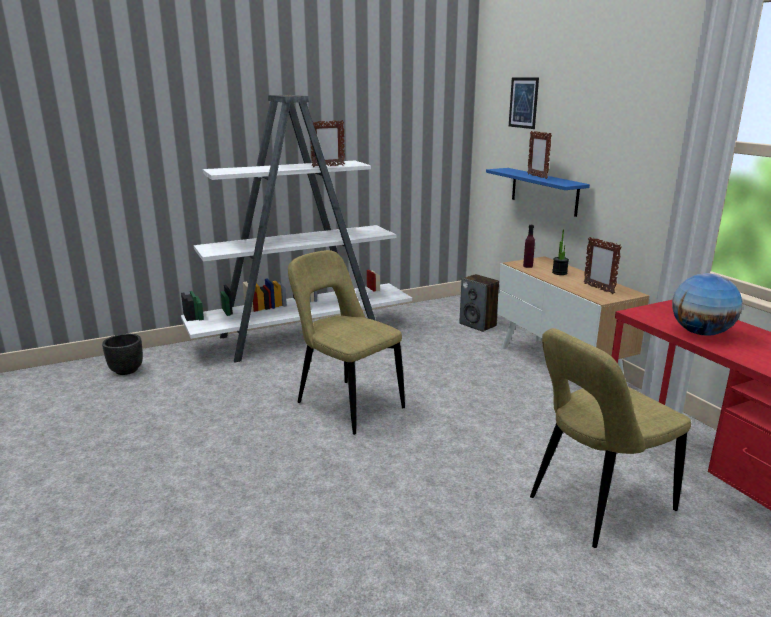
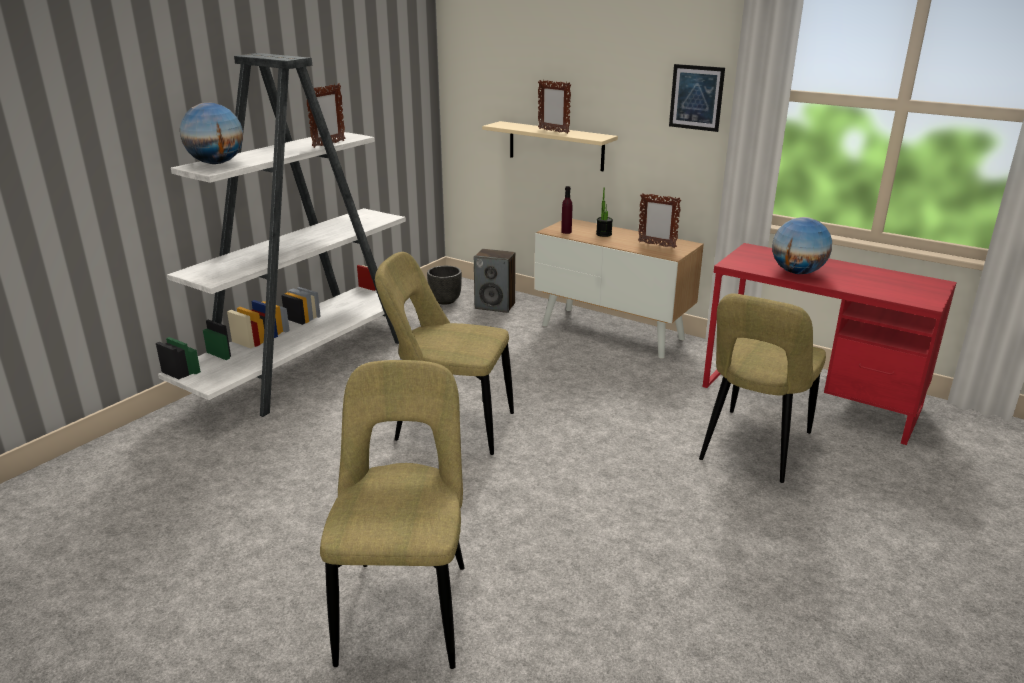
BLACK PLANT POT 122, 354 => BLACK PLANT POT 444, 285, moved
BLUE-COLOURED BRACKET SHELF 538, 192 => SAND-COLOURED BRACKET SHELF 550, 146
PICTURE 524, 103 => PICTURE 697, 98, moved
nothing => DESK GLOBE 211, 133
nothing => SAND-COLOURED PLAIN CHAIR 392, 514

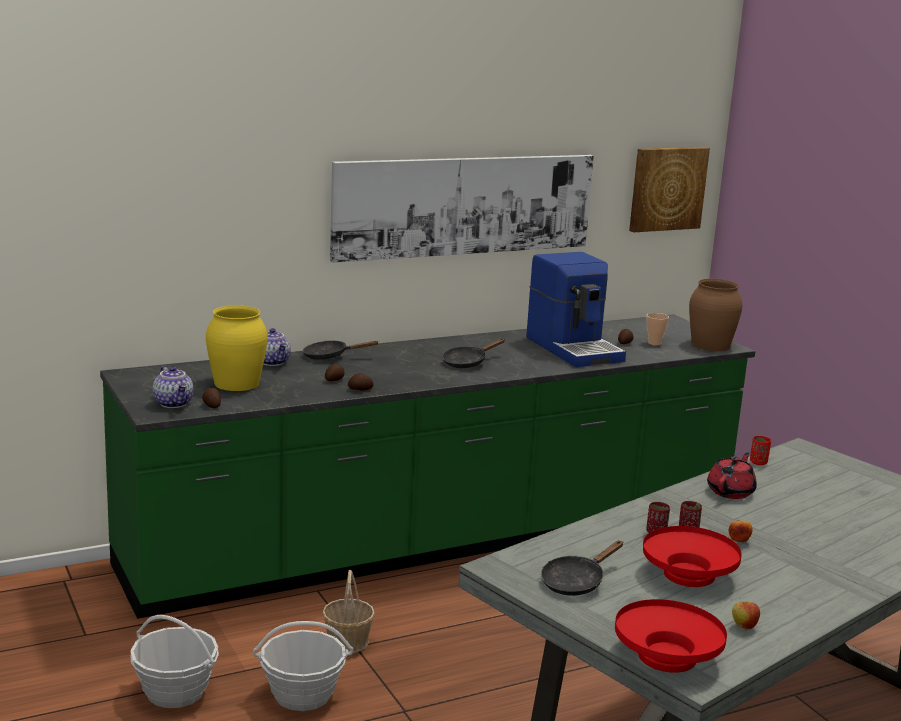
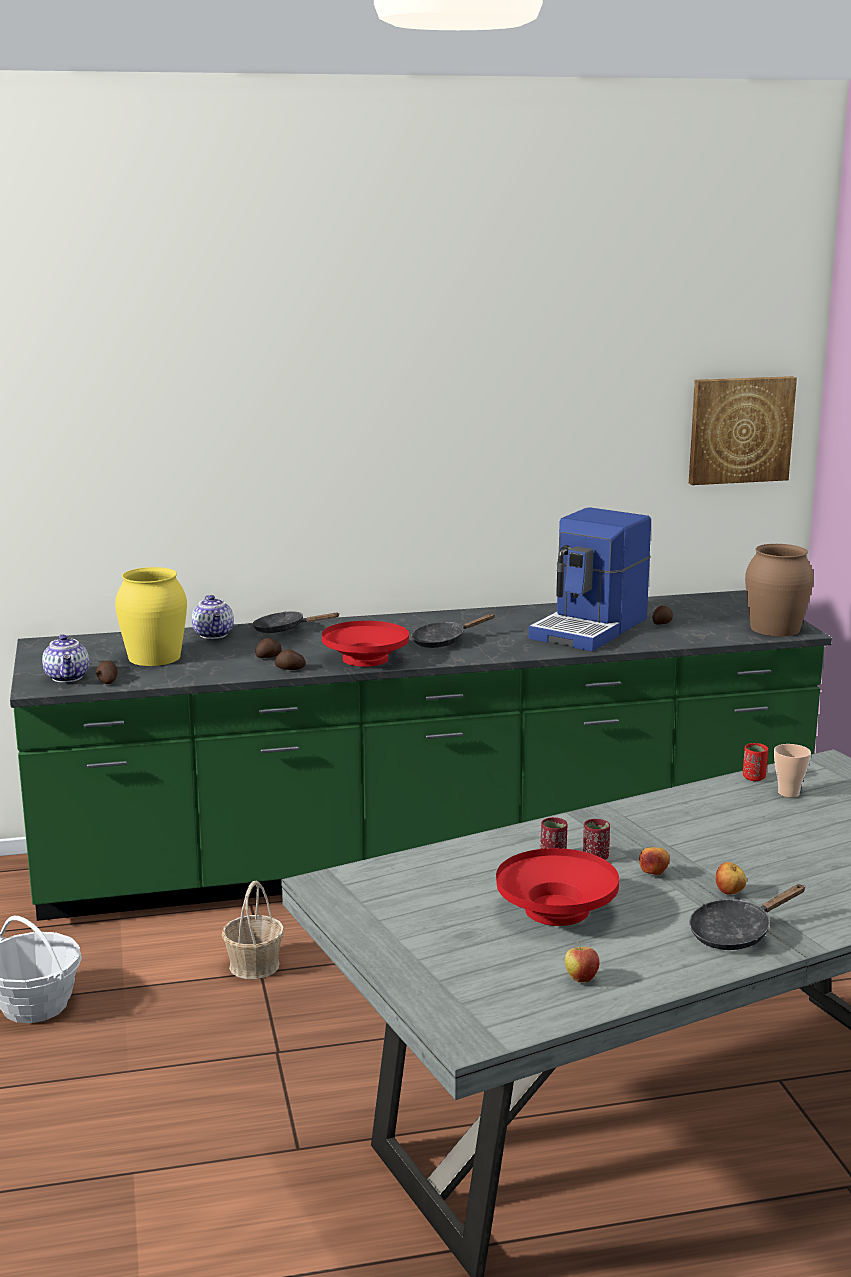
STORAGE BASKET 303, 666 => nothing
PICTURE 462, 209 => nothing
COFFEE MAKER 576, 309 => COFFEE MAKER 590, 579, 45 degrees clockwise
BLACK PAN 582, 568 => BLACK PAN 747, 917, moved
RED DEEP DISH 671, 636 => RED DEEP DISH 365, 644, moved
SMALL CUP 657, 329 => SMALL CUP 792, 770, moved
RED POT FOR TEA 732, 476 => nothing
nothing => APPLE FRUIT 731, 878

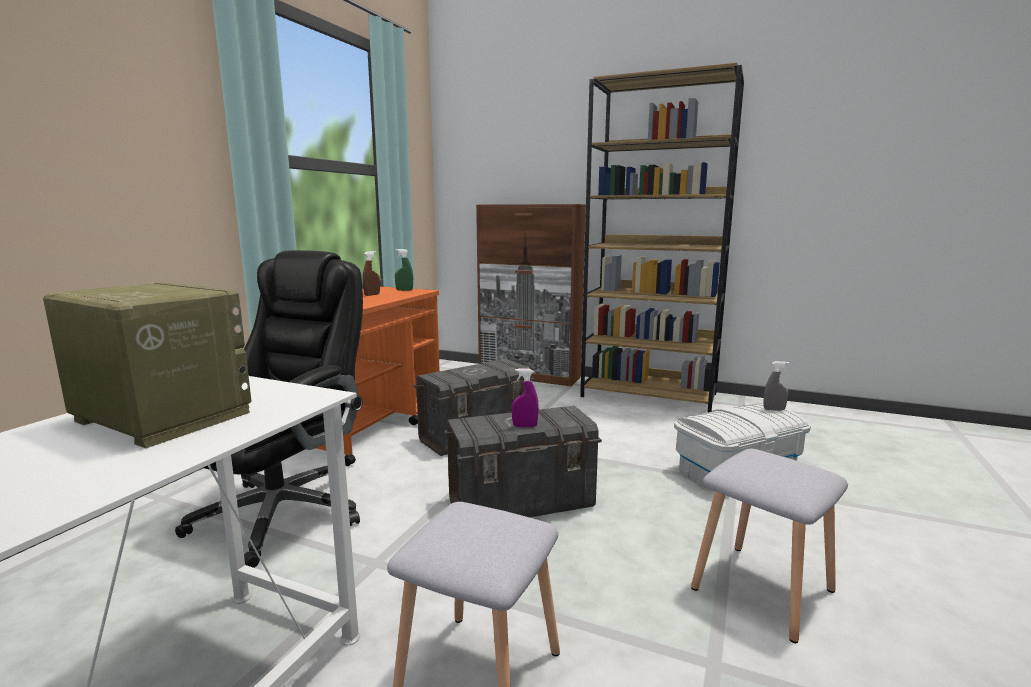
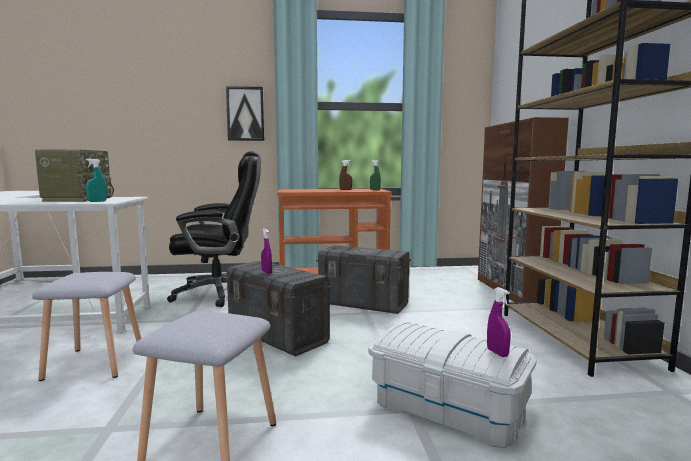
GREY HAND SPRAYER 776, 386 => PURPLE-COLOURED HAND SPRAYER 499, 322
nothing => BLUE-GREEN HAND SPRAYER 96, 180
nothing => PICTURE 245, 113

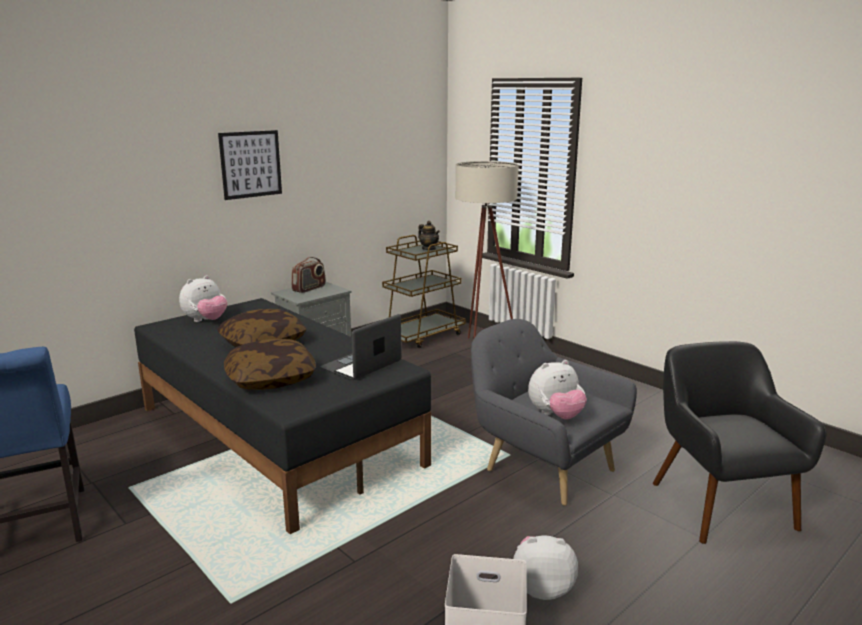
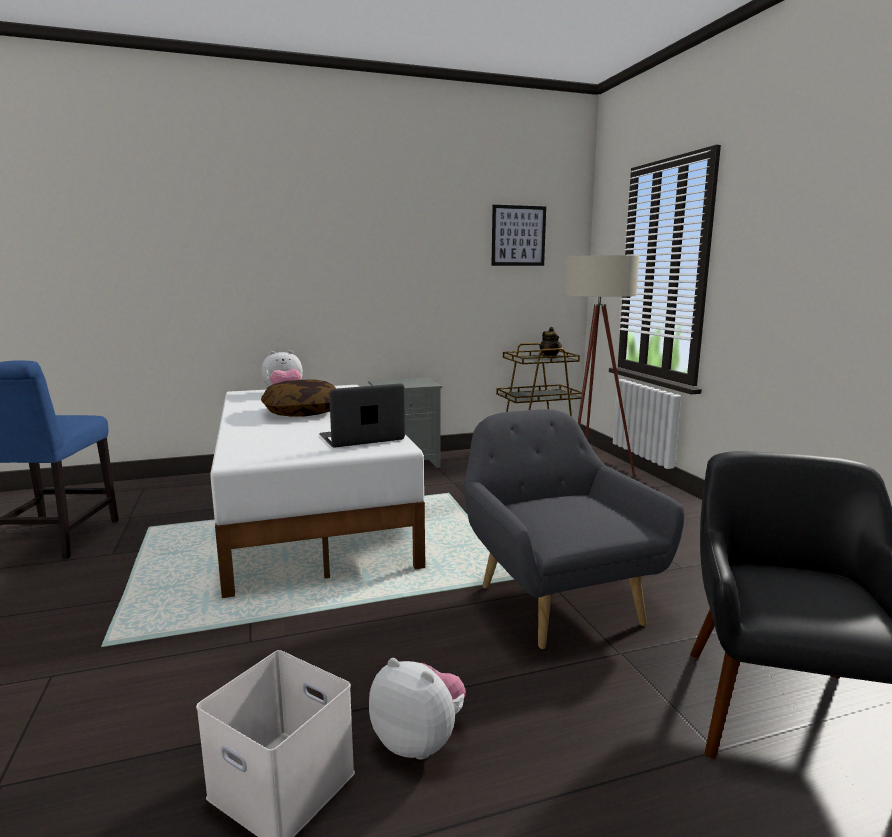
BLACK SLEEPING BED 282, 416 => WHITE-COLOURED SLEEPING BED 317, 491
PICTURE 250, 165 => PICTURE 518, 235, moved
THROW PILLOW 270, 364 => nothing
RADIO RECEIVER 308, 275 => nothing
SOFT TOY 557, 389 => nothing

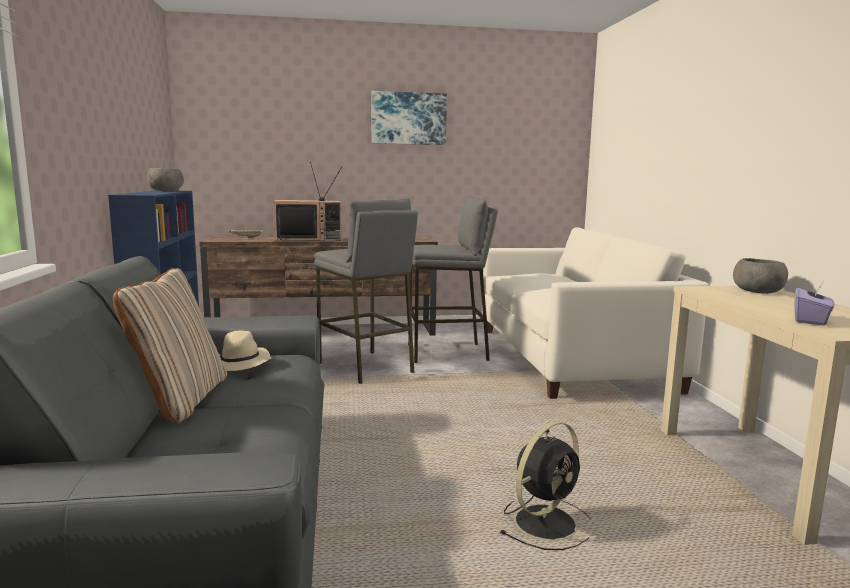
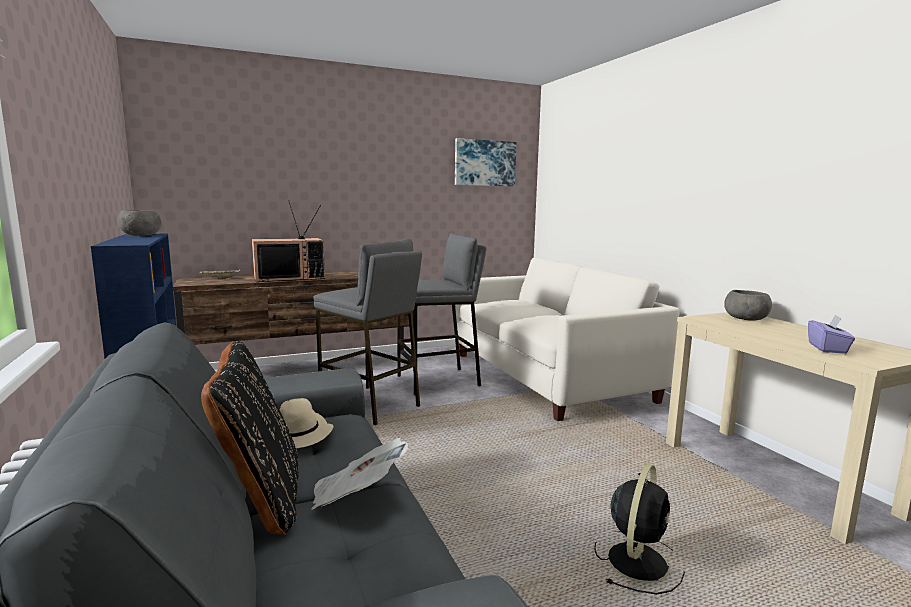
SAND-COLOURED THROW PILLOW 170, 345 => BLACK THROW PILLOW 250, 438
PICTURE 409, 118 => PICTURE 485, 162, moved
nothing => NEWSPAPER 359, 474

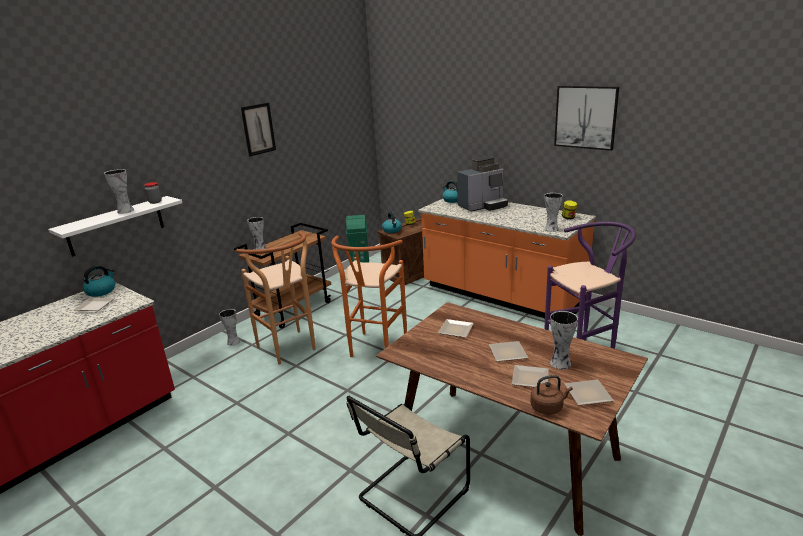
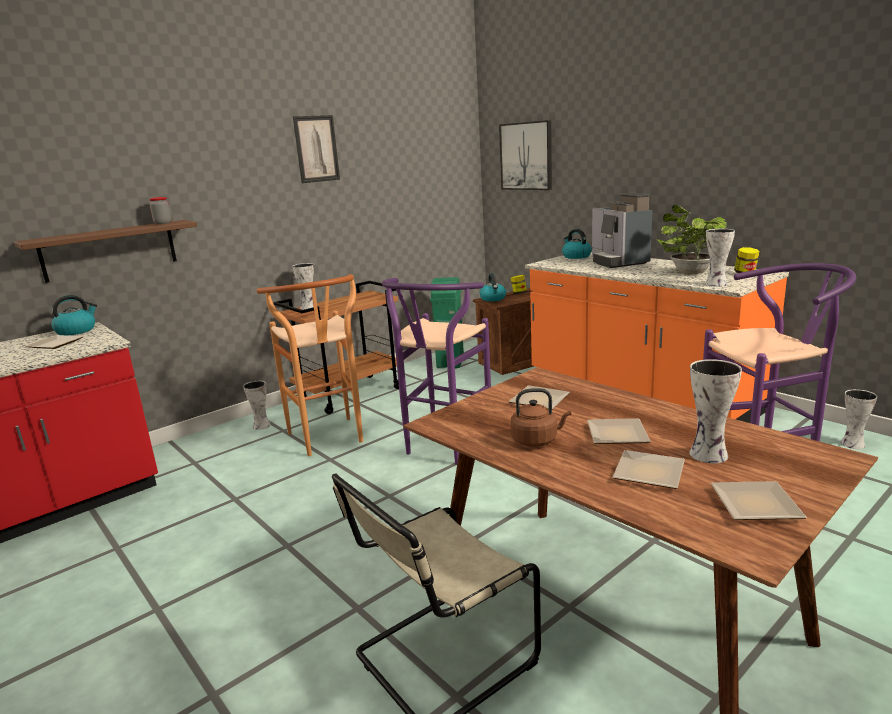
WHITE-COLOURED BRACKET SHELF 115, 226 => BROWN BRACKET SHELF 105, 251
FLOWER VASE 119, 191 => FLOWER VASE 859, 419, moved
ORANGE-COLOURED STOOL SEAT 369, 299 => PURPLE-COLOURED STOOL SEAT 436, 371
COFFEE MAKER 482, 184 => COFFEE MAKER 622, 230, 90 degrees clockwise
BROWN TEA KETTLE 551, 395 => BROWN TEA KETTLE 541, 417, moved
PICTURE 586, 118 => PICTURE 525, 155, moved
nothing => PLANT IN A POT 691, 239

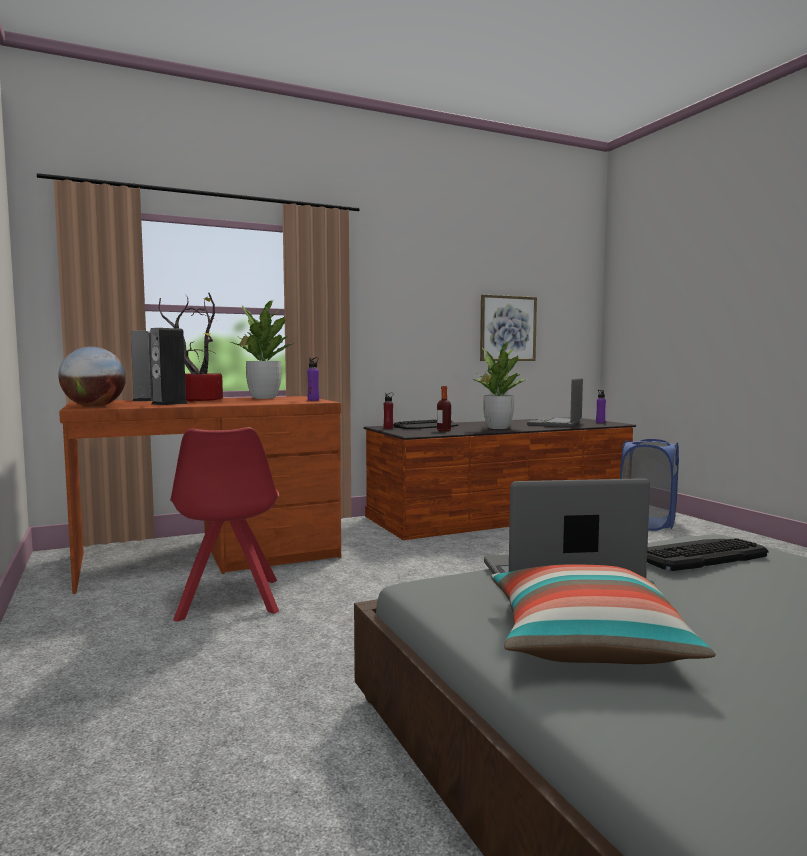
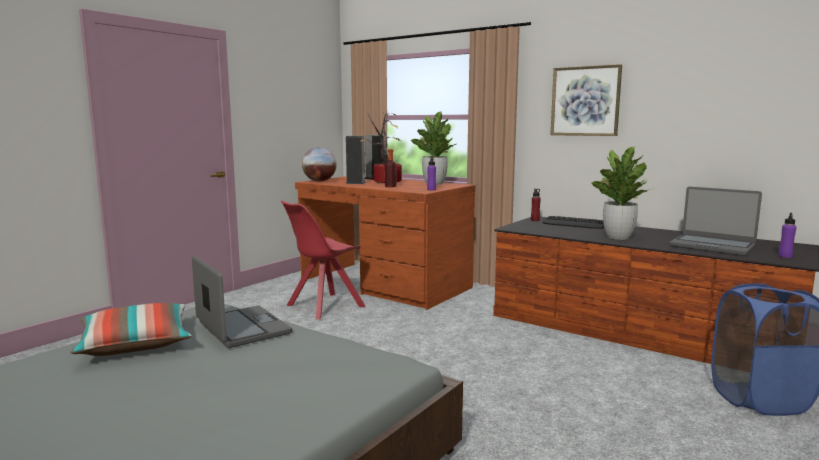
DRINK BOTTLE 444, 408 => DRINK BOTTLE 391, 168, moved
PICTURE 508, 328 => PICTURE 586, 100, moved
LAPTOP 555, 402 => LAPTOP 715, 221, 135 degrees counterclockwise
PC KEYBOARD 707, 554 => nothing

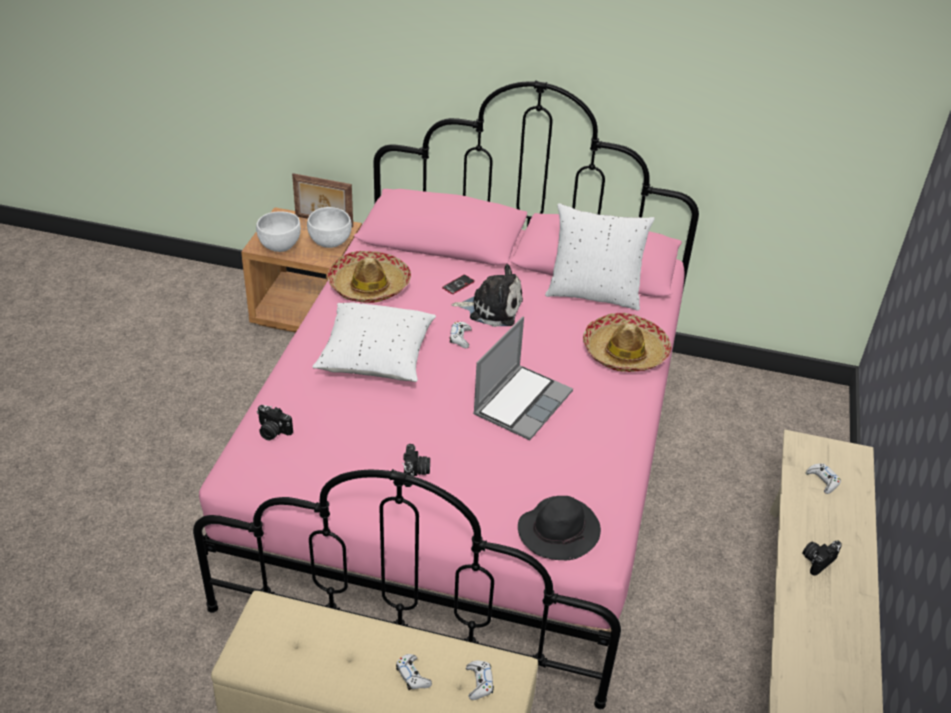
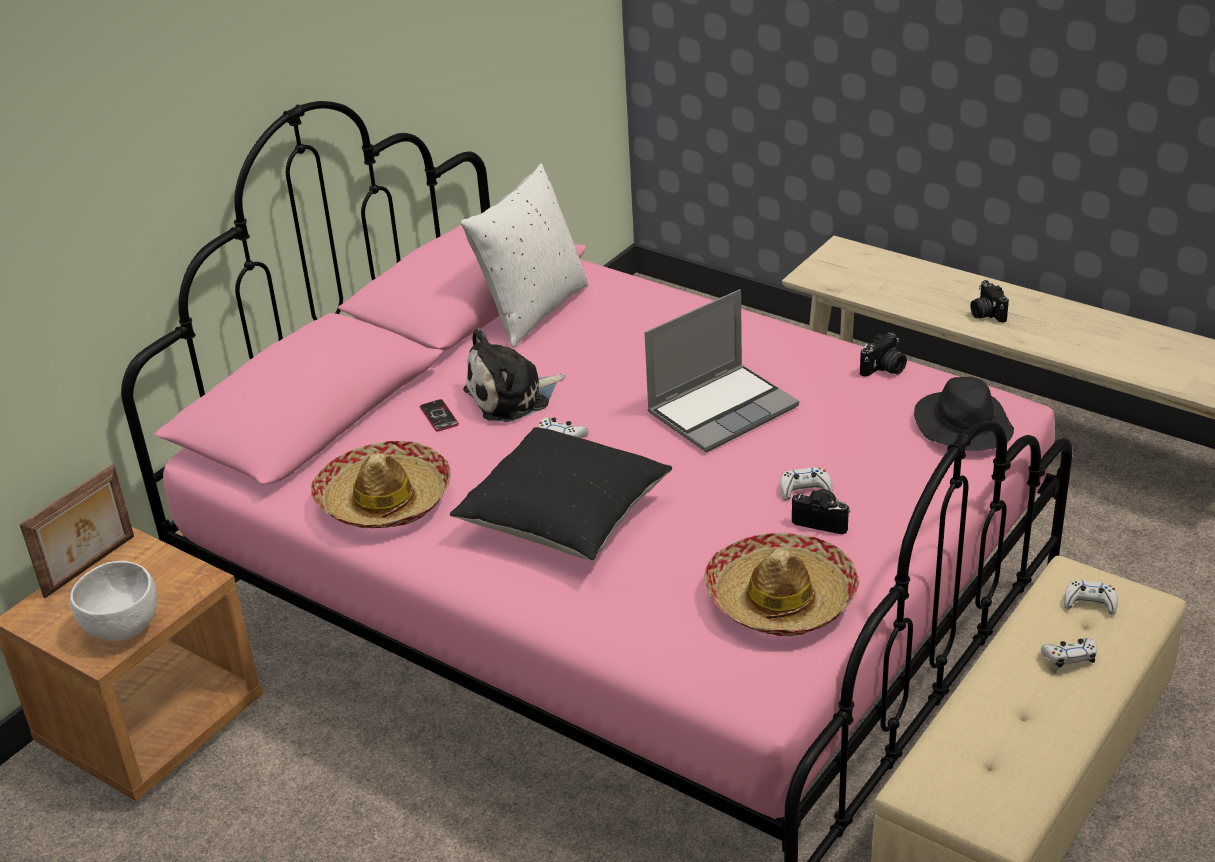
STILL CAMERA 275, 423 => STILL CAMERA 883, 354, moved
WHITE-COLOURED DEEP DISH 329, 227 => nothing
WHITE-COLOURED THROW PILLOW 374, 342 => BLACK THROW PILLOW 561, 494
SOFT TOY 487, 295 => SOFT TOY 514, 375, 150 degrees counterclockwise
LAPTOP 523, 378 => LAPTOP 721, 370, 90 degrees clockwise
WEARABLE HAT 627, 342 => WEARABLE HAT 782, 584, moved
WHITE-COLOURED GAME CONTROLLER 823, 478 => WHITE-COLOURED GAME CONTROLLER 806, 484, moved

